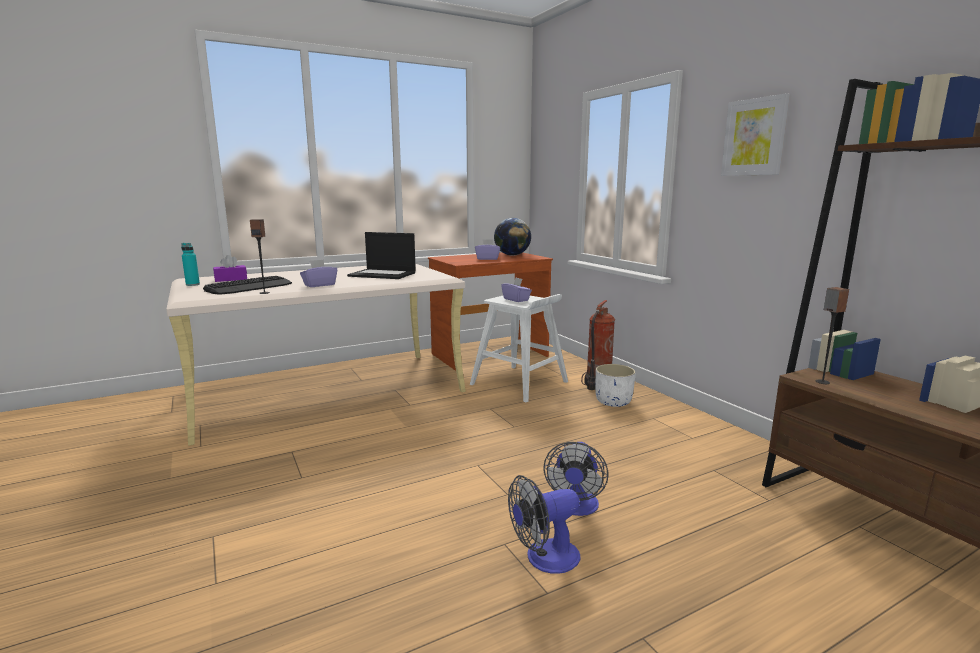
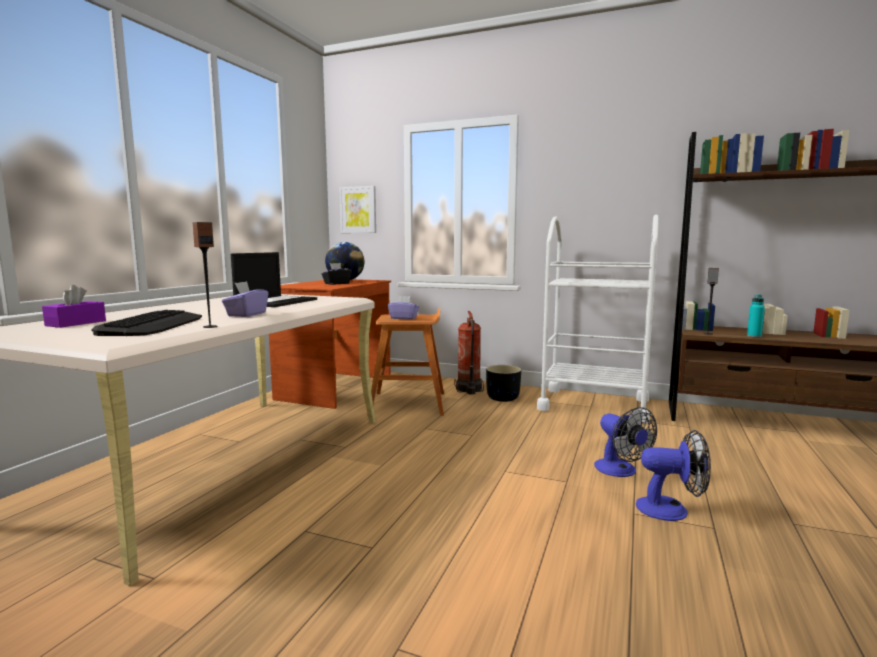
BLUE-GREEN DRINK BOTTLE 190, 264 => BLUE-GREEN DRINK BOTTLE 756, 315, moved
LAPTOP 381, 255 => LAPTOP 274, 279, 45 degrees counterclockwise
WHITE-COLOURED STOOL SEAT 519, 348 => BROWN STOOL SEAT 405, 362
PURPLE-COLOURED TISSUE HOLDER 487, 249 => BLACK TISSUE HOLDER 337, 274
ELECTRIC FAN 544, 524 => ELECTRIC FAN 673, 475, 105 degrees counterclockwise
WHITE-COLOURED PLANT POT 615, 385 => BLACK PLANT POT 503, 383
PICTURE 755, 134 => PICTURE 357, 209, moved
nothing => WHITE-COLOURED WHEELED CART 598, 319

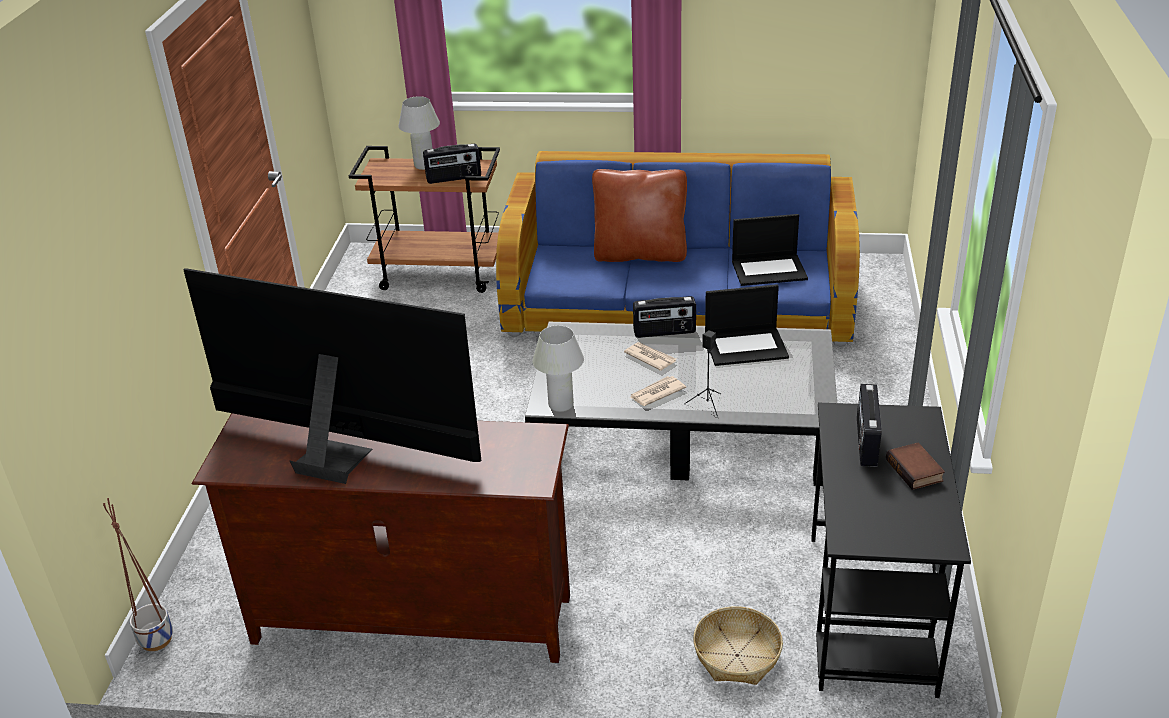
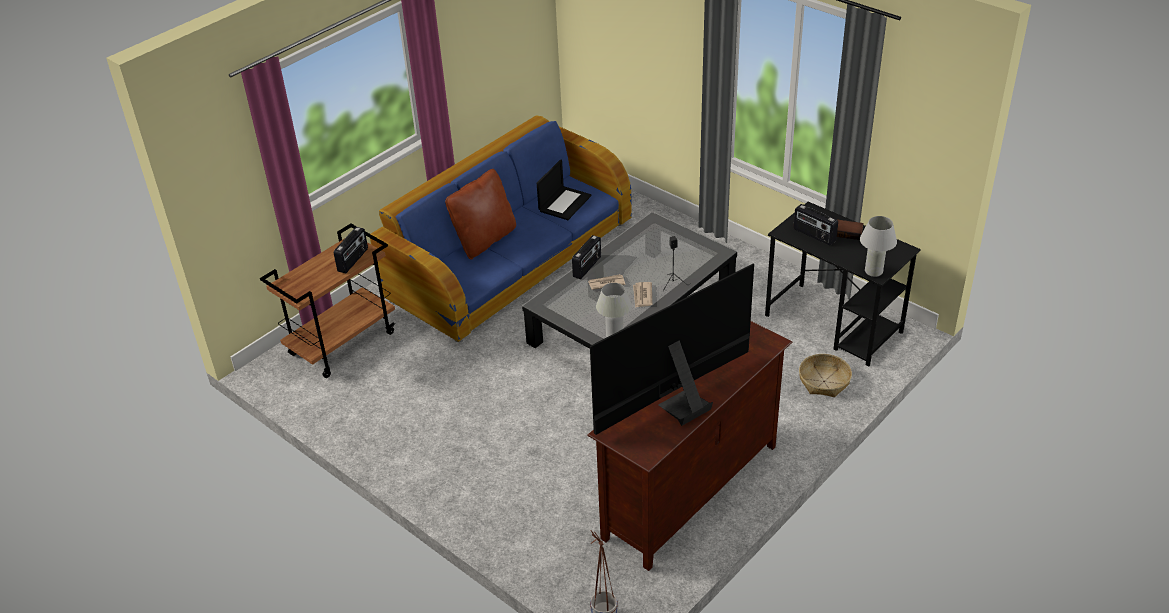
WHITE-COLOURED TABLETOP LAMP 419, 133 => WHITE-COLOURED TABLETOP LAMP 878, 246, moved
LAPTOP 747, 325 => nothing

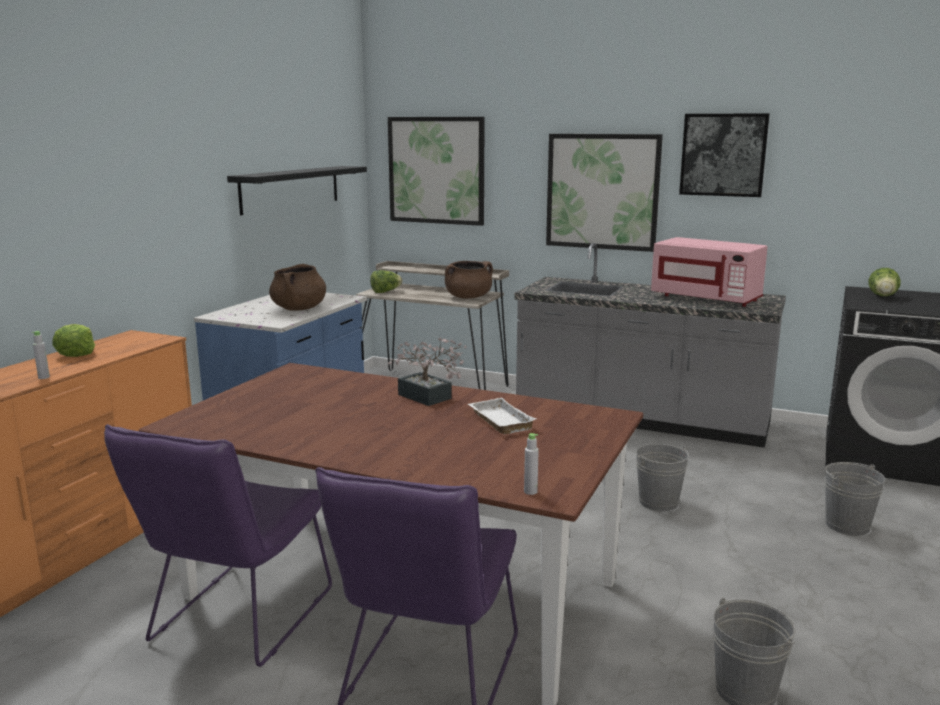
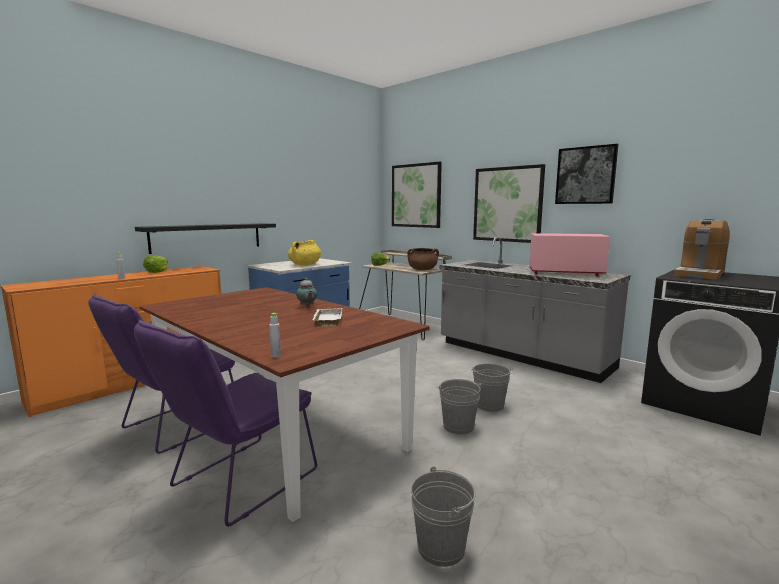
BLACK BRACKET SHELF 297, 190 => BLACK BRACKET SHELF 205, 238, moved
BROWN SAUCEPOT 297, 287 => YELLOW SAUCEPOT 304, 252
PLANT IN A POT 427, 371 => POT FOR TEA 306, 292
PINKISH MICROWAVE 709, 272 => PINKISH MICROWAVE 569, 254, 135 degrees clockwise
GREY BUCKET 855, 499 => GREY BUCKET 459, 406, moved
LETTUCE HEAD 884, 282 => COFFEE MAKER 702, 249

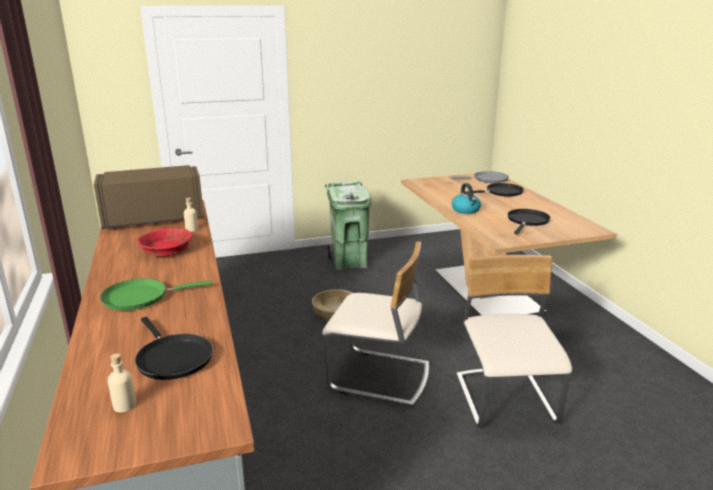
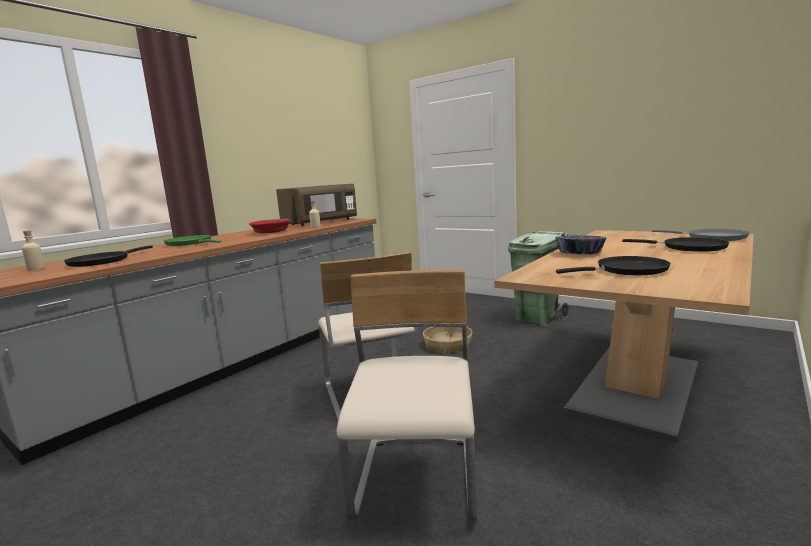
BROWN MICROWAVE 149, 197 => BROWN MICROWAVE 316, 205, 105 degrees clockwise
TEA KETTLE 466, 198 => DEEP DISH 580, 245
SAND-COLOURED PLAIN CHAIR 514, 341 => SAND-COLOURED PLAIN CHAIR 406, 395, 45 degrees counterclockwise

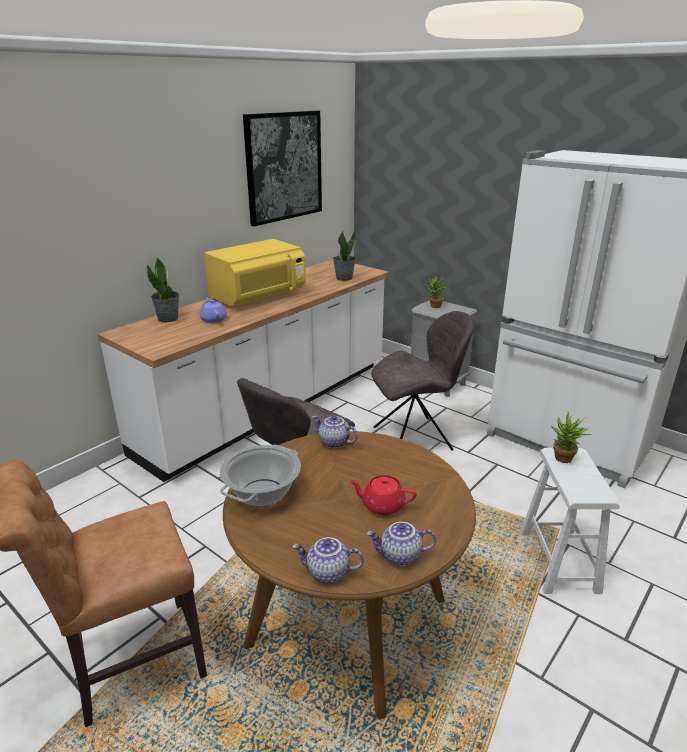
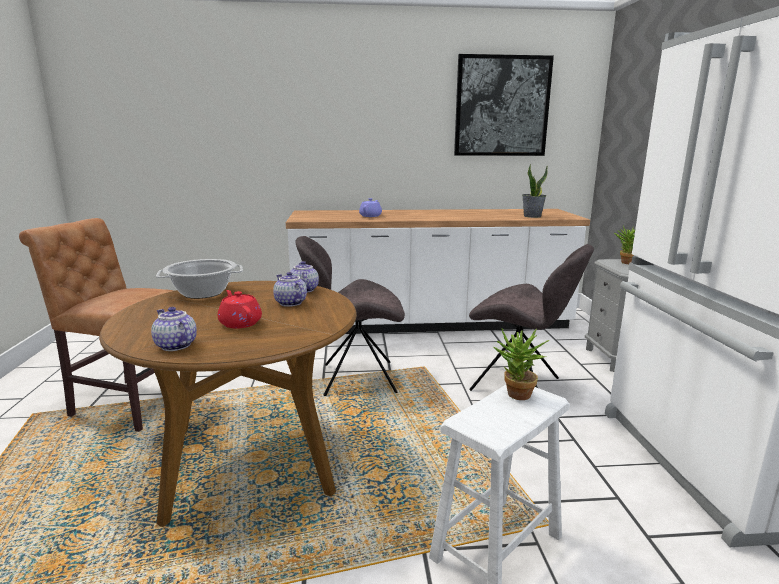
PLANT IN A POT 163, 289 => nothing
YELLOW MICROWAVE 255, 272 => nothing
POT FOR TEA 328, 560 => POT FOR TEA 290, 289, moved

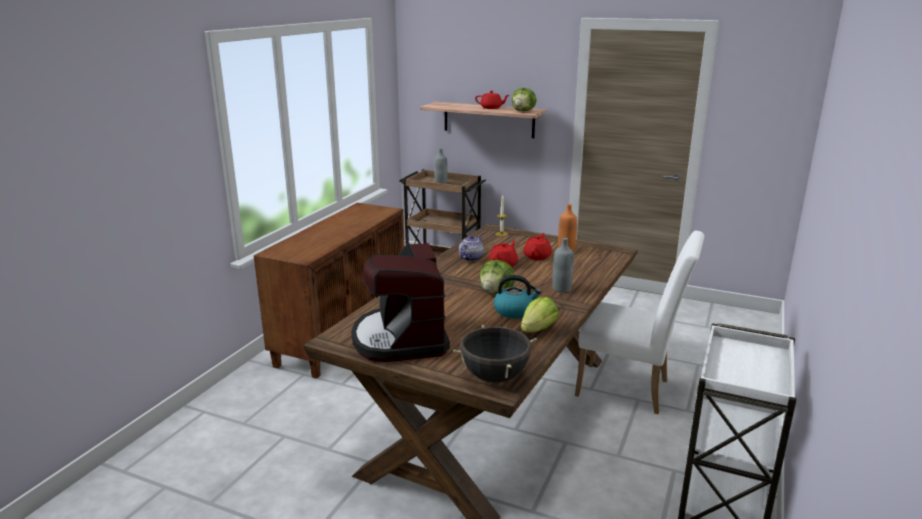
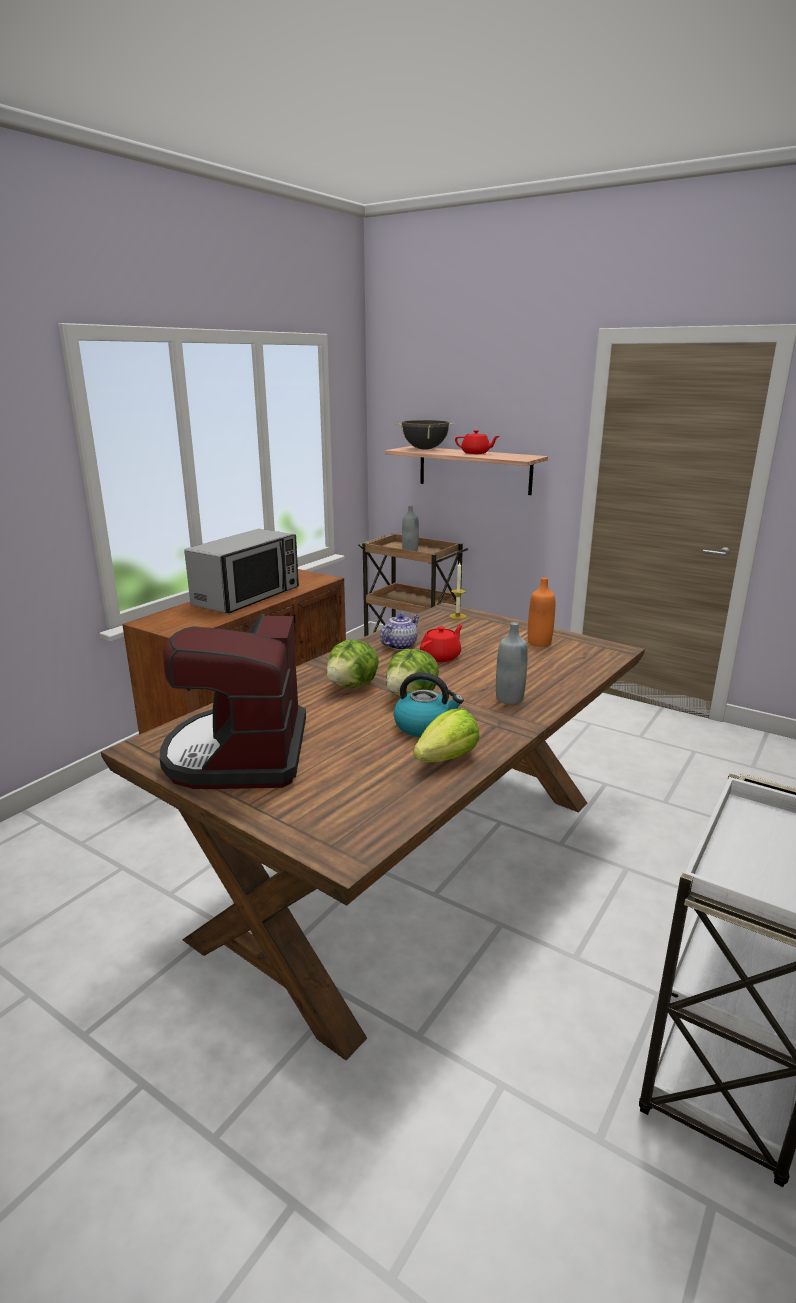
BLACK SAUCEPOT 495, 353 => BLACK SAUCEPOT 425, 435, moved
LETTUCE HEAD 524, 99 => LETTUCE HEAD 352, 664, moved
RED POT FOR TEA 537, 246 => nothing
WHITE-COLOURED PLAIN CHAIR 640, 322 => nothing
nothing => MICROWAVE 241, 571

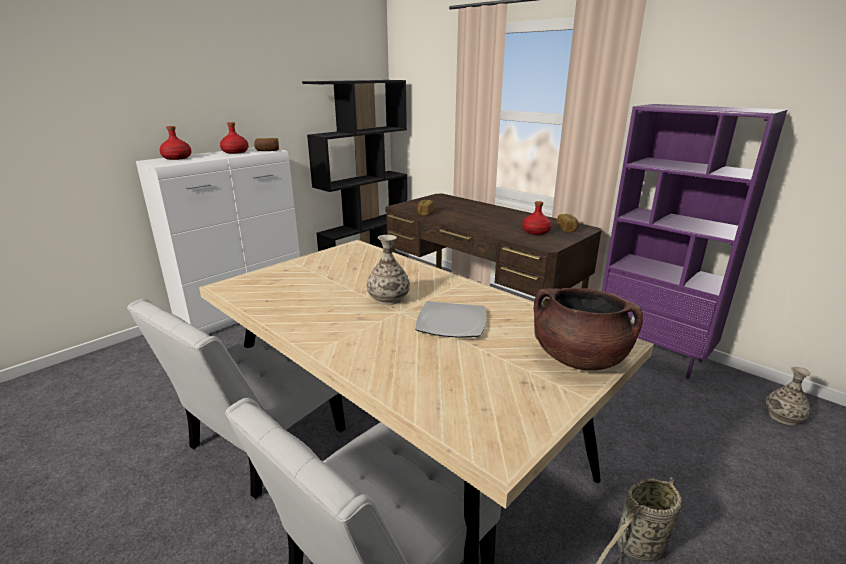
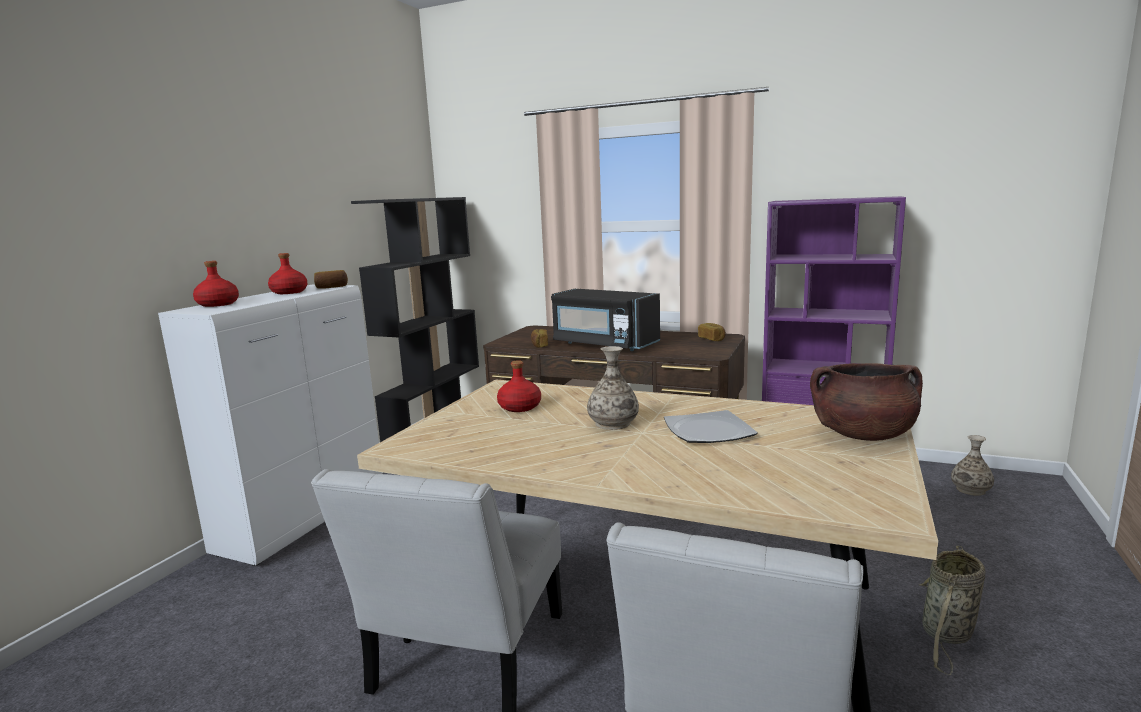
RED DRINK BOTTLE 537, 218 => RED DRINK BOTTLE 519, 386, moved
nothing => BLACK MICROWAVE 605, 320

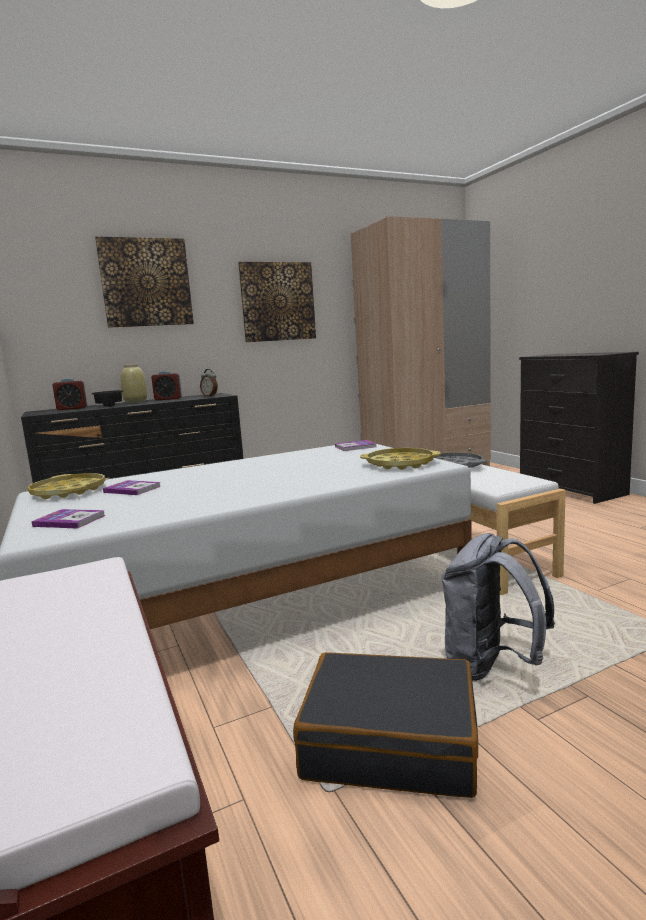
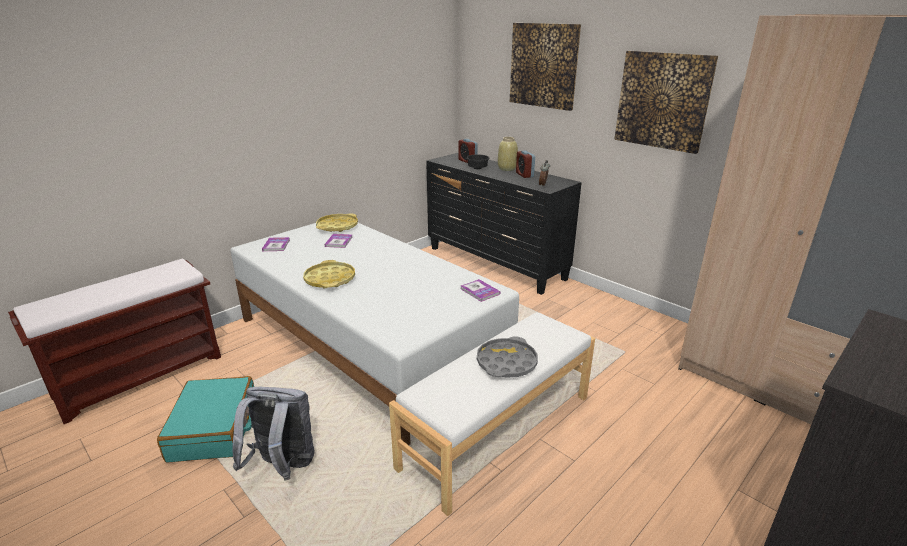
BLACK SUITCASE 385, 725 => BLUE-GREEN SUITCASE 205, 419
YELLOW CARRYING TRAY 400, 459 => YELLOW CARRYING TRAY 329, 274, moved

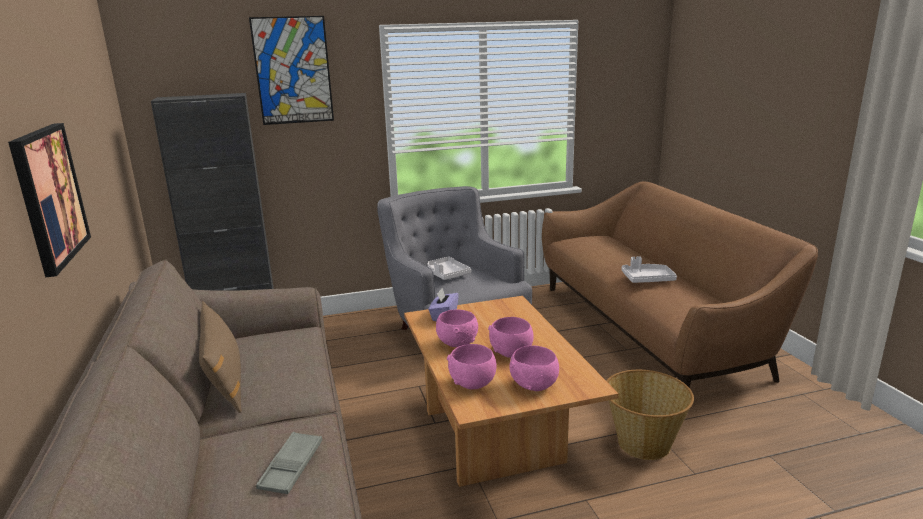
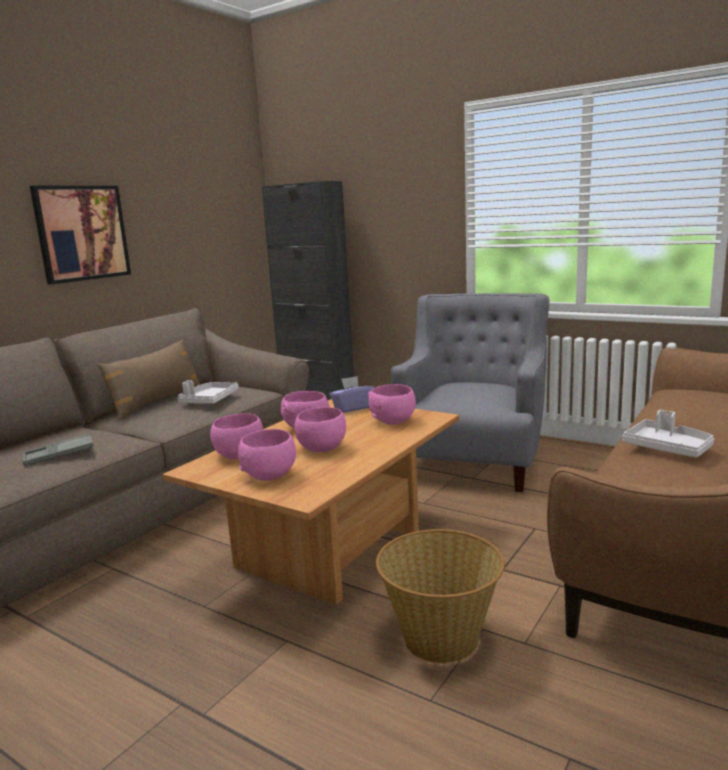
PICTURE 291, 70 => nothing
WHITE-COLOURED CARRYING TRAY 449, 268 => WHITE-COLOURED CARRYING TRAY 208, 392, moved
nothing => PINKISH DEEP DISH 392, 404

